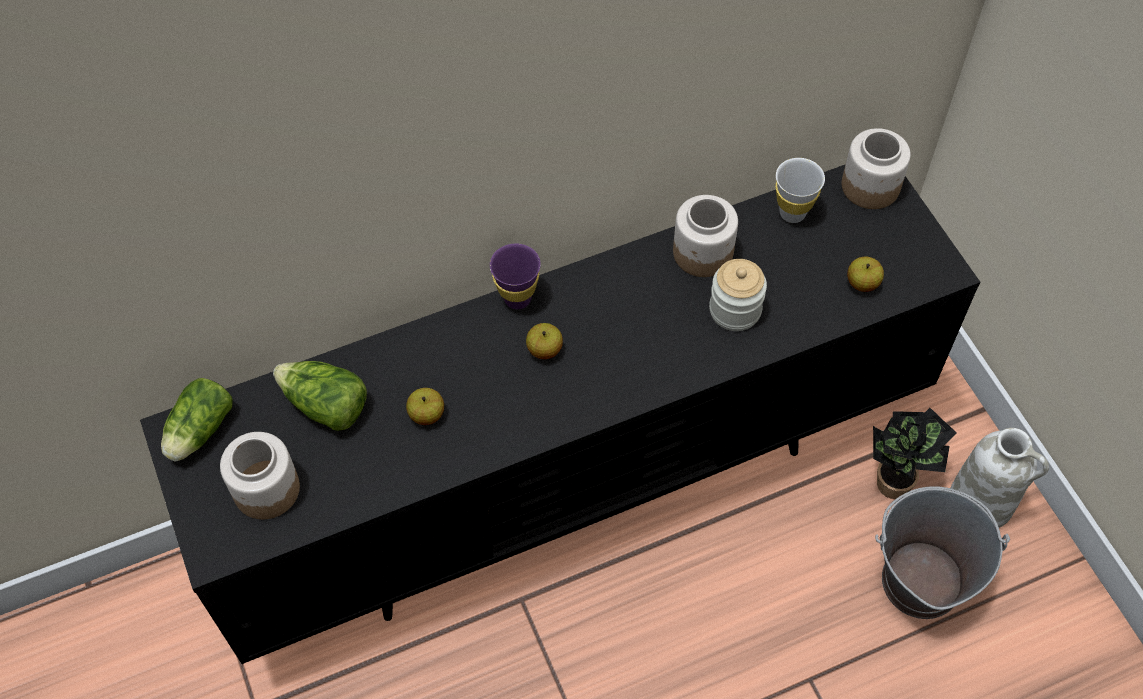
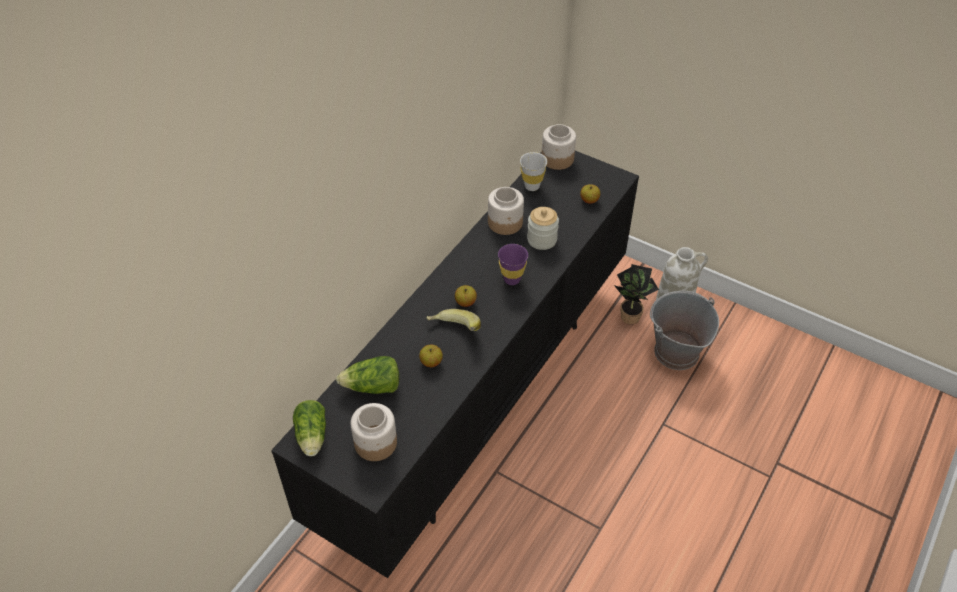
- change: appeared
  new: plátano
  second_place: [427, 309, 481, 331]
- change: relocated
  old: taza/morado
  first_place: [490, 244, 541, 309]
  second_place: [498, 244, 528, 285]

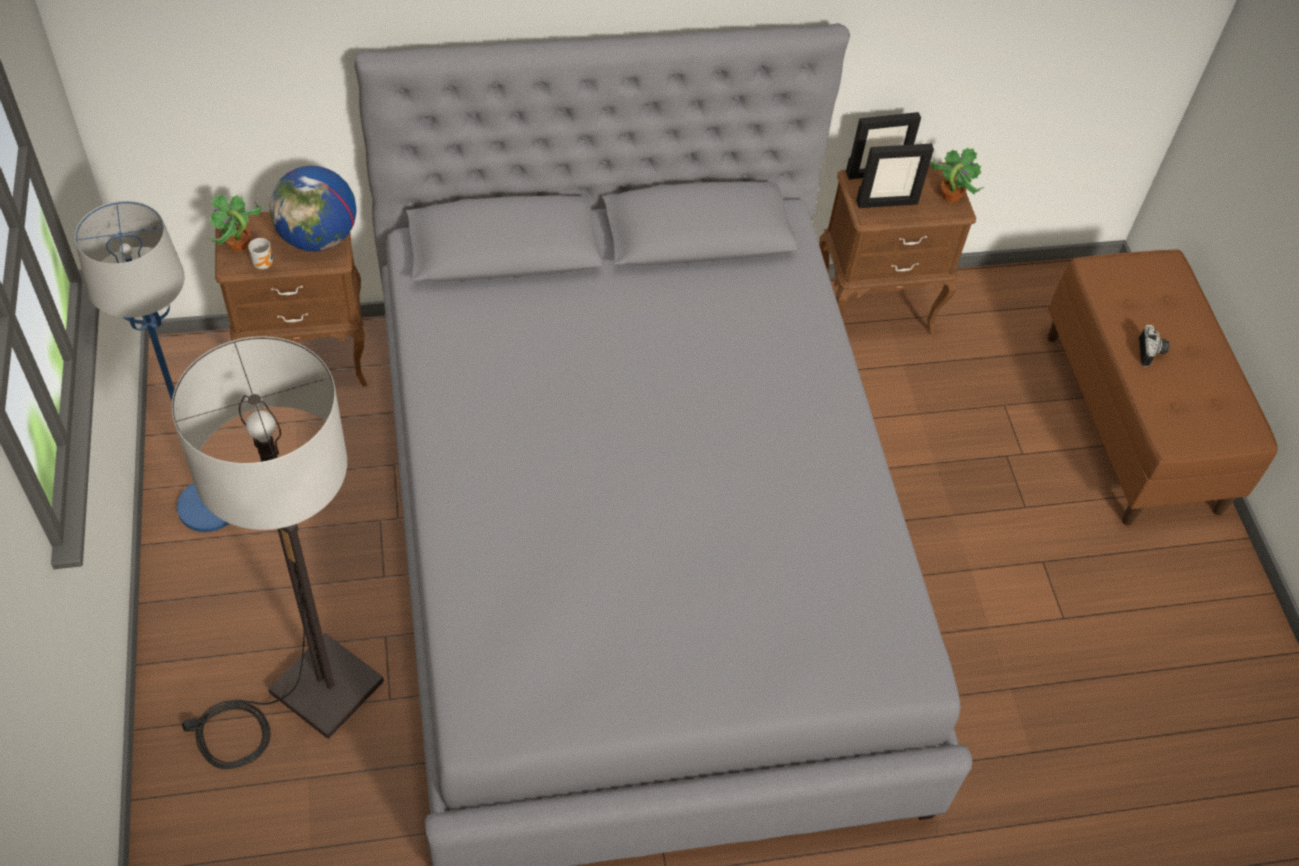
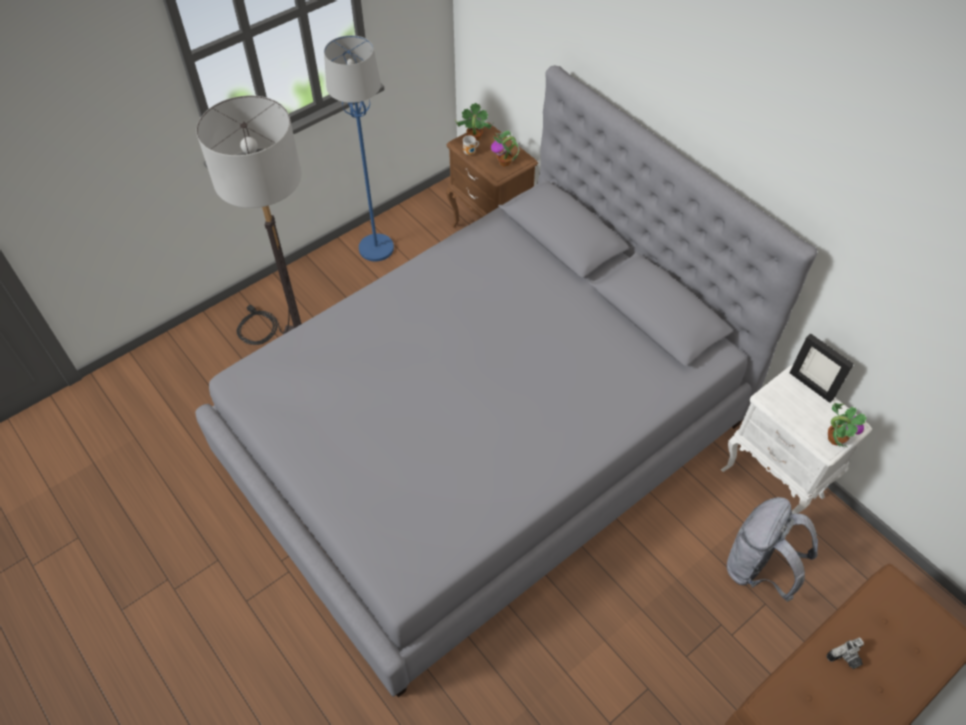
- change: missing
  old: portarretratos
  first_place: [856, 144, 934, 208]
- change: appeared
  new: mochila/gris
  second_place: [727, 497, 818, 602]
- change: exchanged
  old: globo terráqueo
  new: planta en maceta
  first_place: [269, 166, 357, 252]
  second_place: [491, 130, 520, 166]
- change: colour
  old: mesita de noche/marrón
  new: mesita de noche/blanco
  first_place: [819, 162, 976, 335]
  second_place: [721, 365, 872, 514]

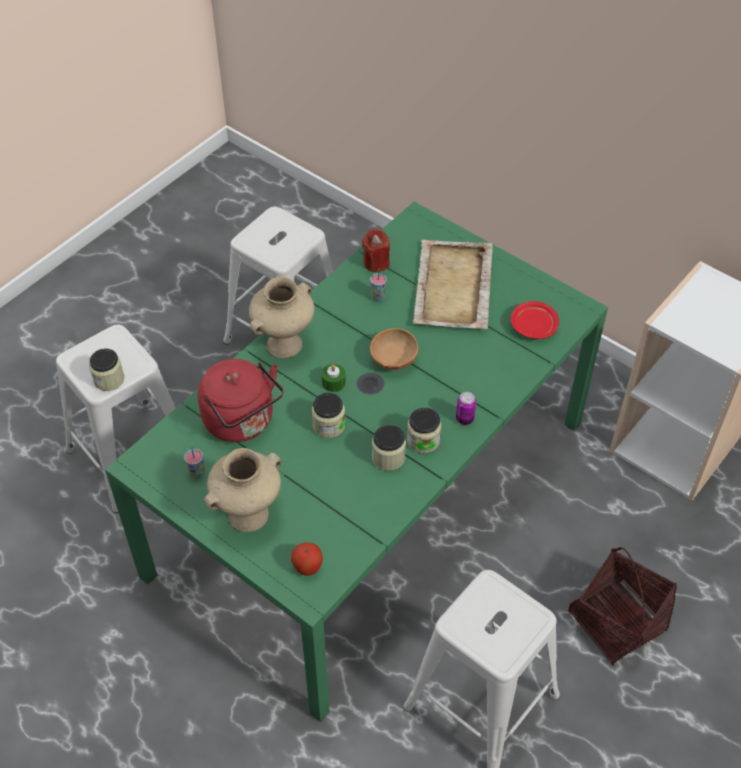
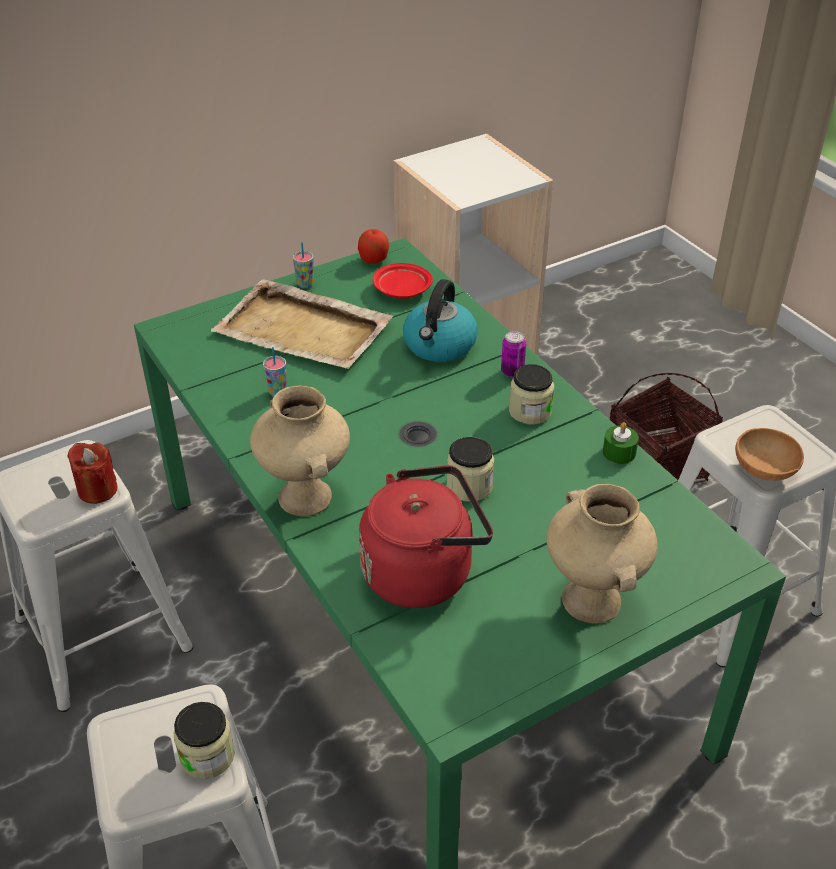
- change: missing
  old: tarro
  first_place: [372, 425, 406, 471]
- change: appeared
  new: hervidor
  second_place: [403, 279, 478, 362]
- change: relocated
  old: taza
  first_place: [184, 447, 205, 479]
  second_place: [293, 242, 314, 289]
- change: relocated
  old: manzana
  first_place: [291, 542, 323, 576]
  second_place: [358, 229, 389, 264]
- change: relocated
  old: vela/verde
  first_place: [322, 364, 346, 392]
  second_place: [603, 422, 639, 464]
- change: relocated
  old: vela/rojo
  first_place: [362, 229, 390, 272]
  second_place: [67, 443, 118, 504]
- change: relocated
  old: cuenco/marrón
  first_place: [370, 328, 418, 370]
  second_place: [735, 428, 804, 481]

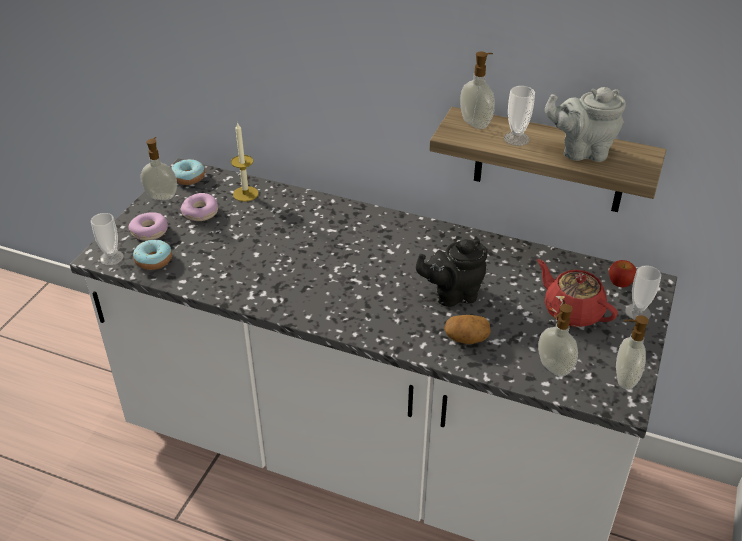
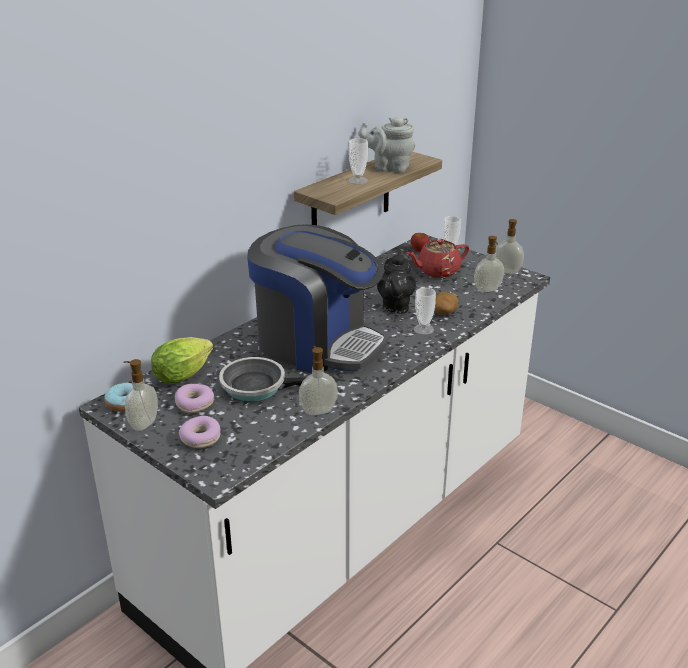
- change: missing
  old: rosquilla
  first_place: [133, 239, 172, 270]
- change: appeared
  new: sartén
  second_place: [219, 357, 334, 402]
- change: appeared
  new: cafetera
  second_place: [247, 224, 388, 373]
- change: relocated
  old: taza
  first_place: [91, 213, 124, 266]
  second_place: [414, 288, 436, 335]
- change: relocated
  old: dispensador de jabón
  first_place: [460, 51, 495, 129]
  second_place: [299, 346, 338, 415]
- change: exchanged
  old: vela
  new: lechuga
  first_place: [231, 122, 259, 202]
  second_place: [151, 337, 213, 384]
- change: spun
  old: tetera/gris
  first_place: [545, 87, 626, 162]
  second_place: [359, 117, 415, 172]
  degrees: 75

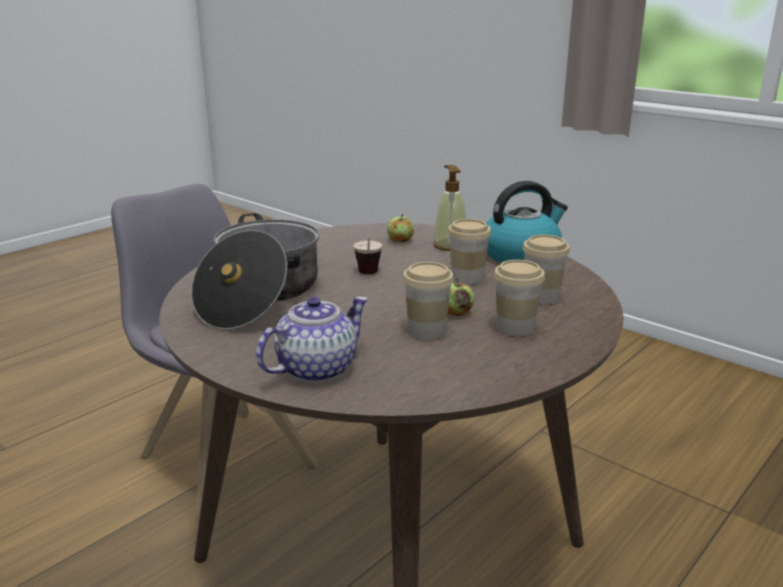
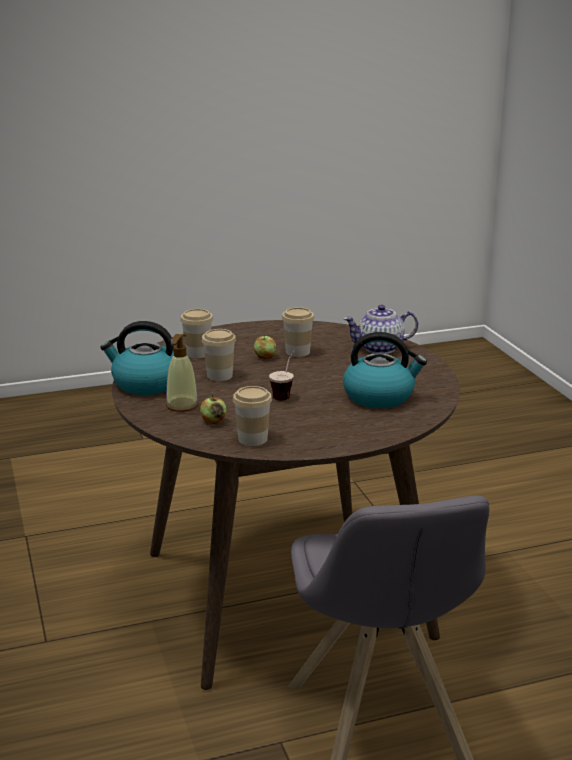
- change: relocated
  old: taza
  first_place: [493, 260, 545, 337]
  second_place: [233, 386, 272, 446]
- change: exchanged
  old: olla
  new: hervidor
  first_place: [191, 213, 319, 330]
  second_place: [343, 332, 427, 408]

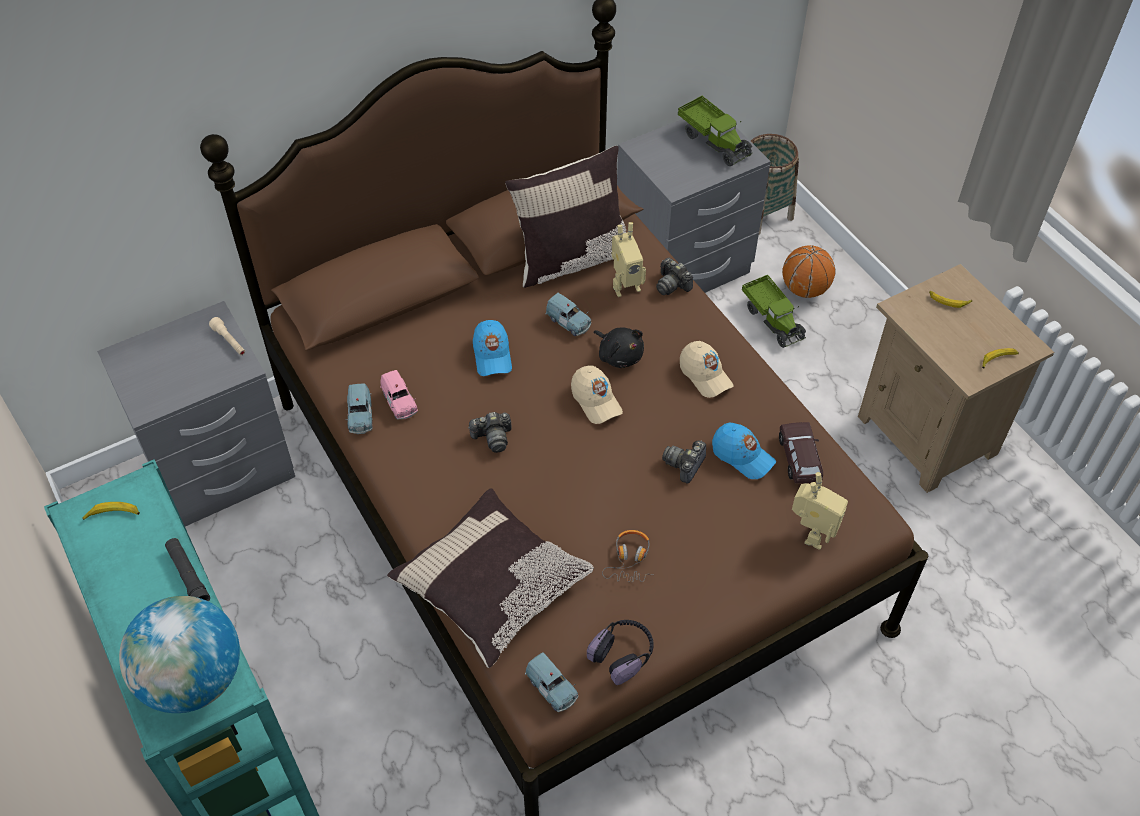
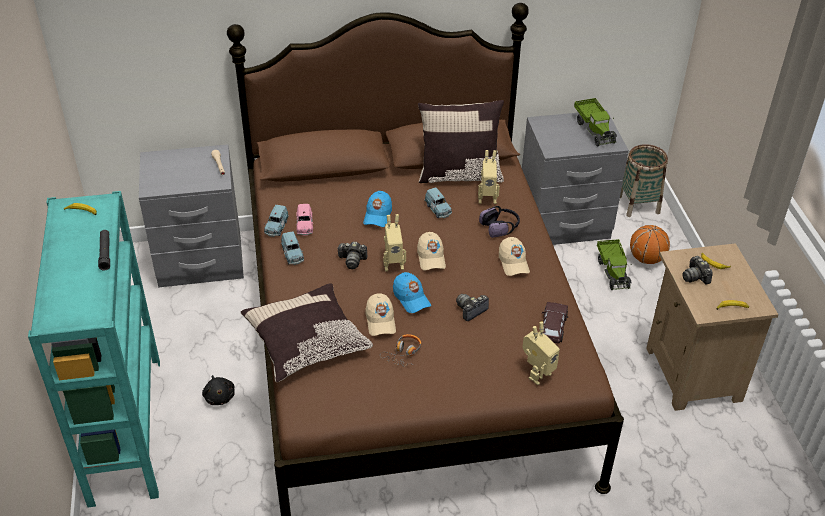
- change: missing
  old: globo terráqueo
  first_place: [119, 596, 240, 713]
- change: appeared
  new: gorra/beis
  second_place: [366, 293, 396, 336]
- change: appeared
  new: robot de juguete
  second_place: [383, 214, 406, 271]
- change: relocated
  old: coche de juguete/azul
  first_place: [525, 652, 578, 712]
  second_place: [281, 232, 304, 265]
- change: relocated
  old: auriculares
  first_place: [587, 620, 654, 685]
  second_place: [479, 206, 520, 238]
- change: relocated
  old: peluche/negro
  first_place: [593, 327, 644, 368]
  second_place: [202, 375, 235, 405]
- change: relocated
  old: cámara
  first_place: [656, 258, 693, 295]
  second_place: [682, 256, 713, 284]
- change: relocated
  old: gorra/azul
  first_place: [712, 422, 776, 479]
  second_place: [393, 272, 431, 313]

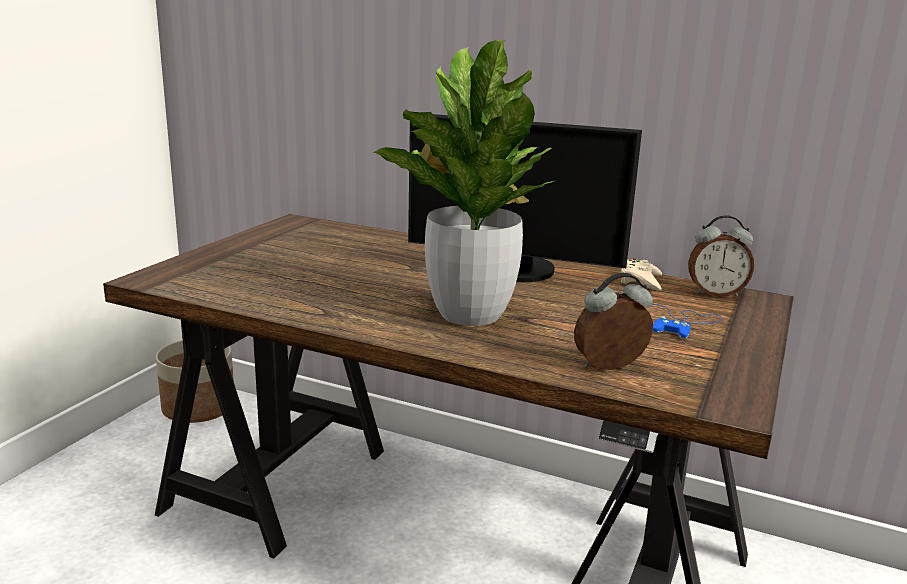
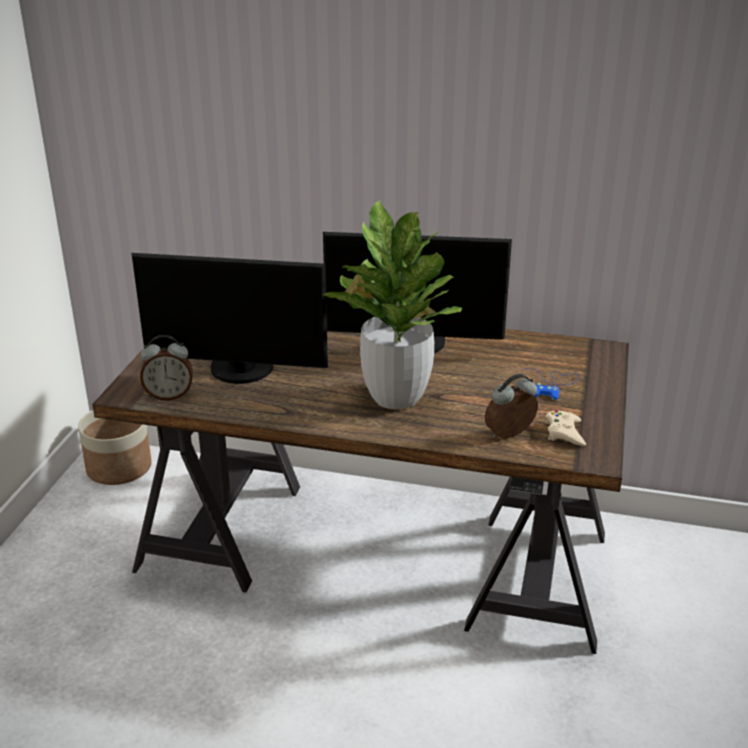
- change: appeared
  new: monitor
  second_place: [131, 253, 328, 384]
- change: relocated
  old: mando de consola/beis
  first_place: [621, 259, 662, 291]
  second_place: [546, 410, 586, 446]
- change: relocated
  old: despertador
  first_place: [688, 215, 754, 297]
  second_place: [140, 335, 193, 401]

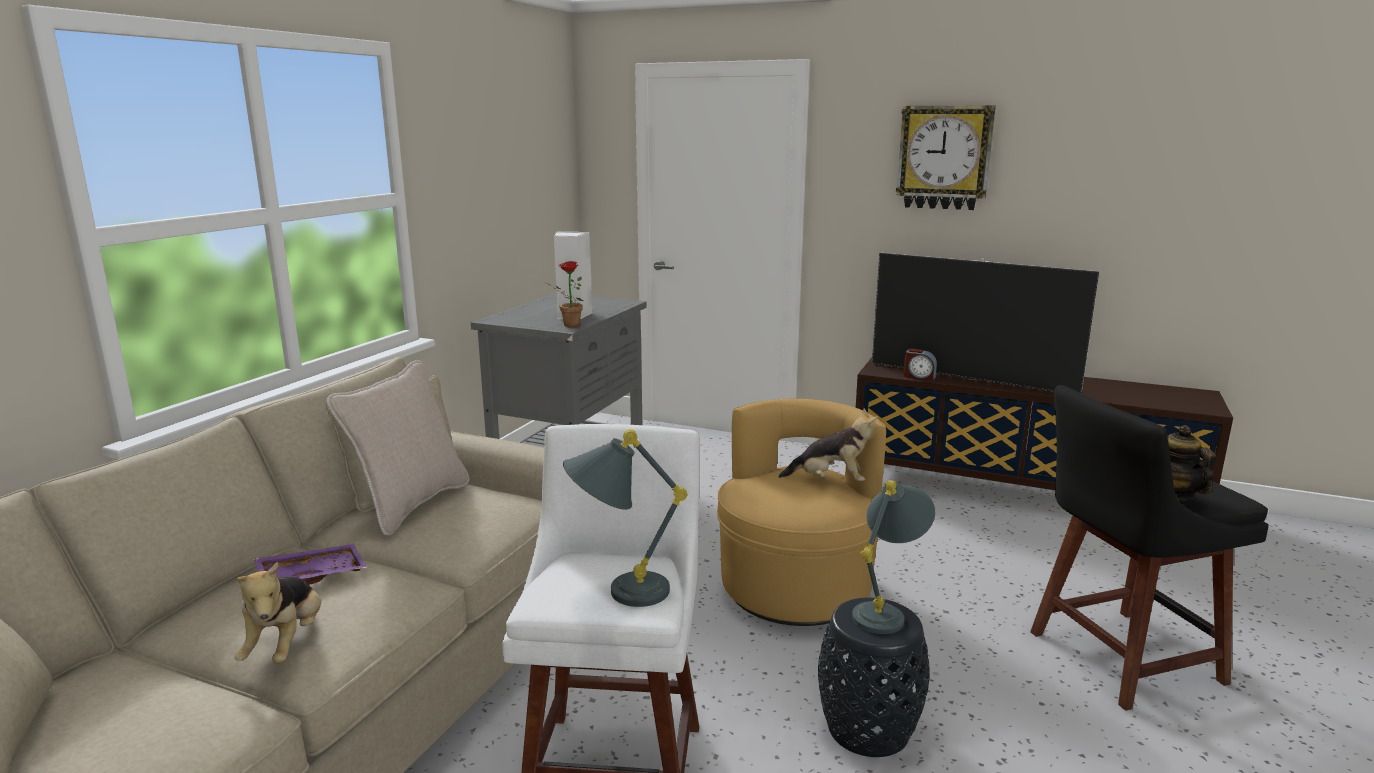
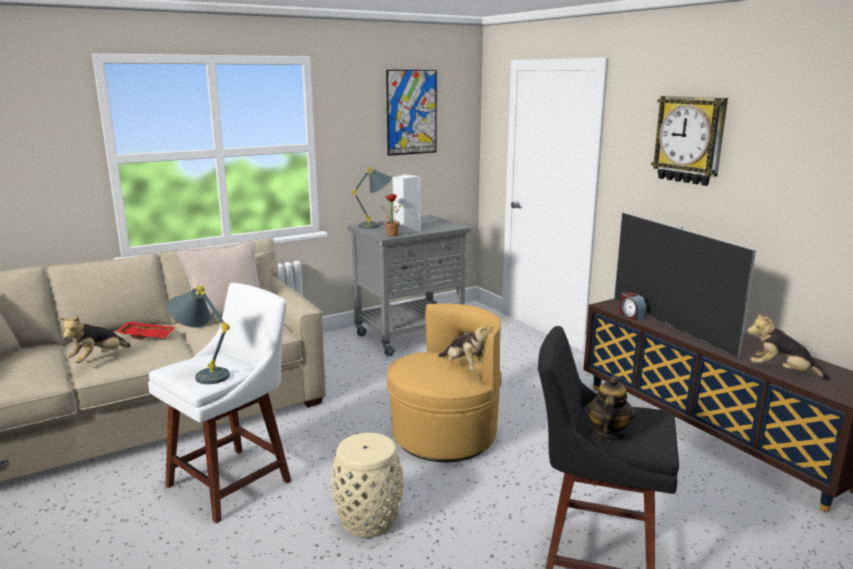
- change: appeared
  new: cuadro
  second_place: [386, 70, 437, 156]
- change: appeared
  new: peluche
  second_place: [747, 312, 830, 381]
- change: relocated
  old: lámpara de mesa/gris
  first_place: [852, 480, 935, 634]
  second_place: [352, 167, 392, 229]
- change: colour
  old: bandeja/morado
  new: bandeja/rojo
  first_place: [254, 544, 368, 585]
  second_place: [116, 321, 175, 339]
- change: colour
  old: taburete/negro
  new: taburete/beis
  first_place: [818, 597, 930, 757]
  second_place: [331, 433, 403, 538]

